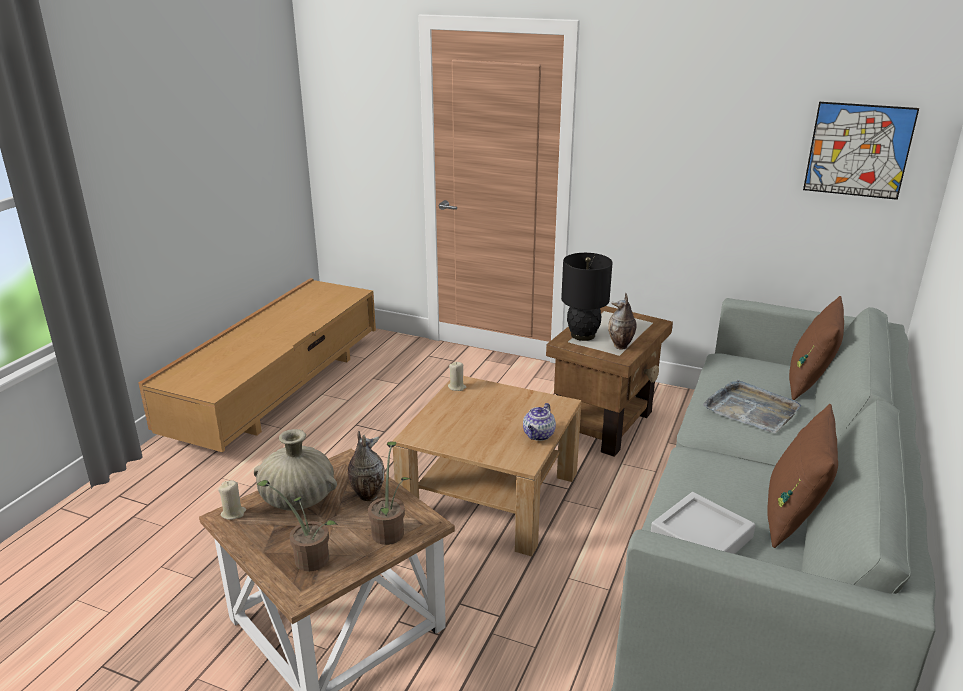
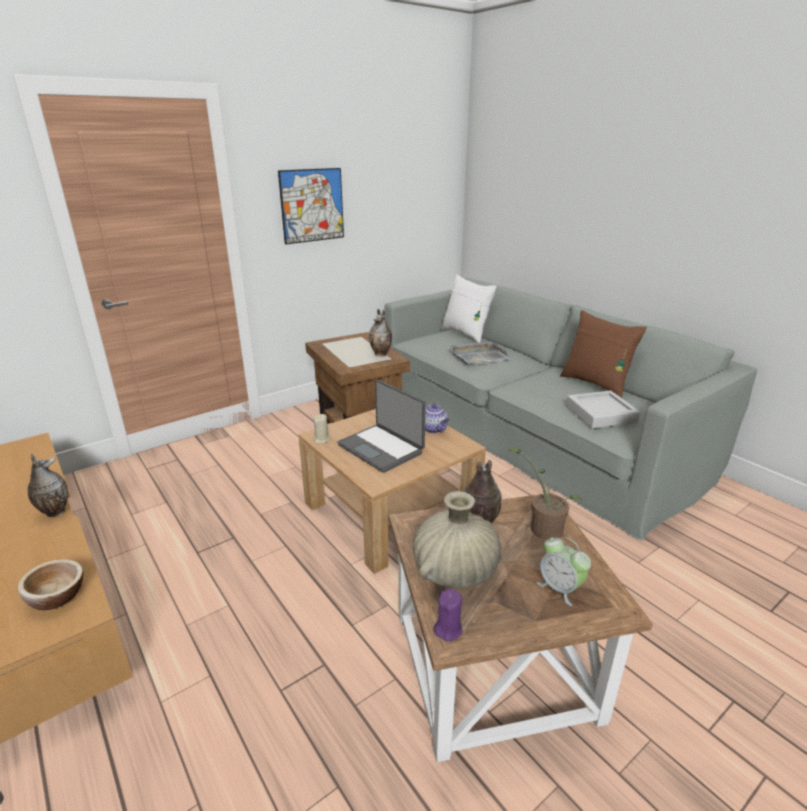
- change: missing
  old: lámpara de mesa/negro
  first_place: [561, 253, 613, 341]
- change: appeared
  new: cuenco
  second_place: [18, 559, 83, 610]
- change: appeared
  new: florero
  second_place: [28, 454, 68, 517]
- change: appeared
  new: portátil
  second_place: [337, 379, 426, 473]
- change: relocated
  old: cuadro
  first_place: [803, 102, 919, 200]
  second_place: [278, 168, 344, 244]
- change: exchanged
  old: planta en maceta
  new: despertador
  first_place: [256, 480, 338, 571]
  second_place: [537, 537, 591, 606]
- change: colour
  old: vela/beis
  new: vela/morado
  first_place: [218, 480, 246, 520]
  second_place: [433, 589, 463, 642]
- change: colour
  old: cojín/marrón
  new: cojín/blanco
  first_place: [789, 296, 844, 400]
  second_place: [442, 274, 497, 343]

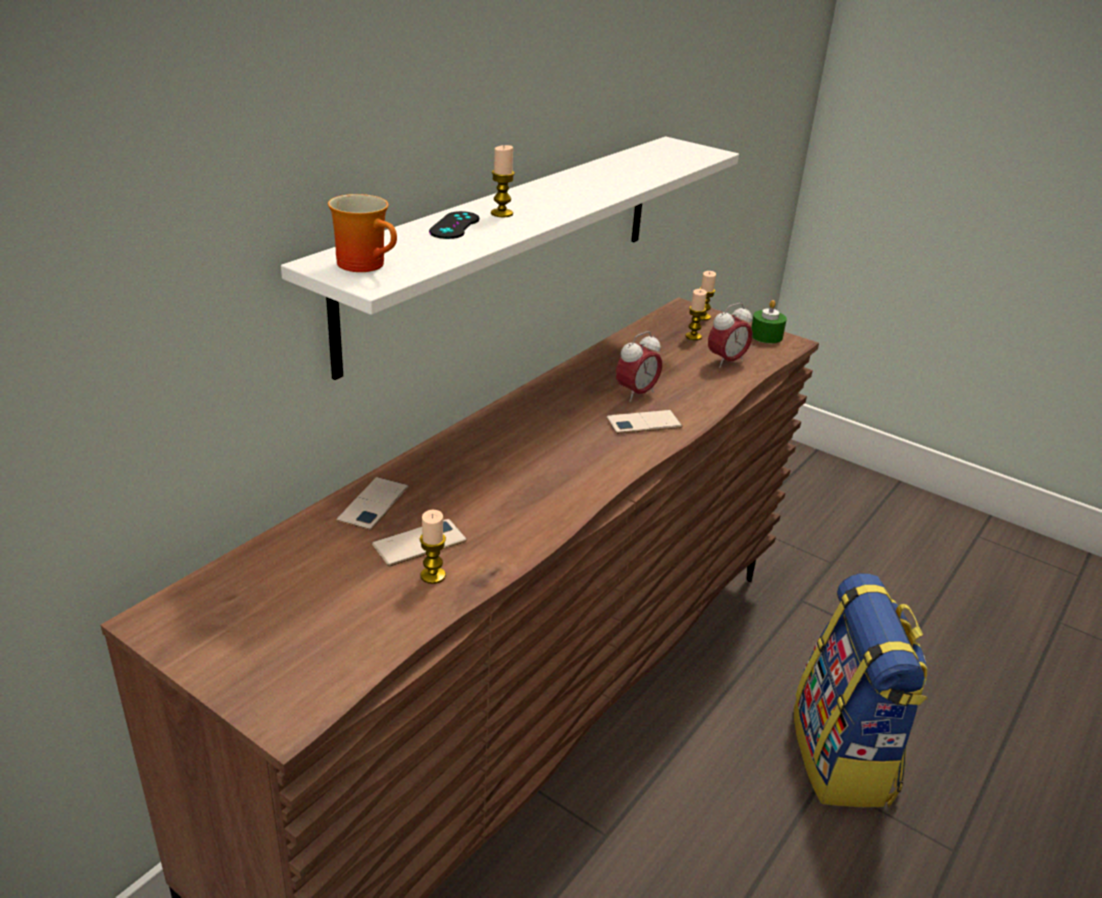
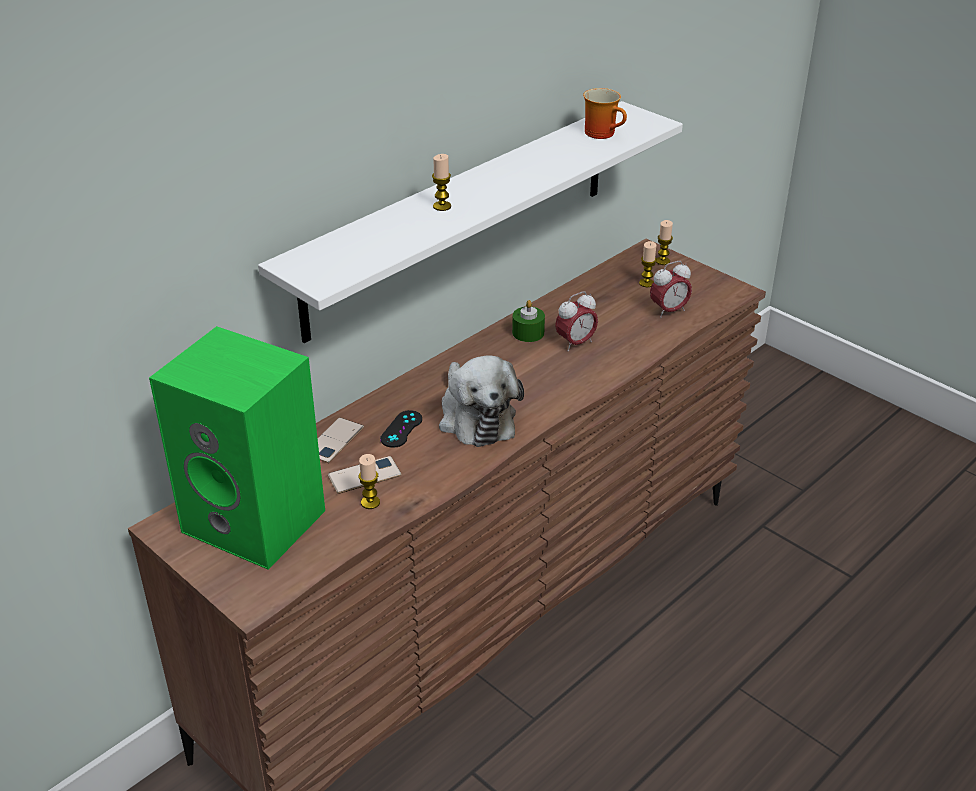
- change: missing
  old: móvil
  first_place: [606, 410, 682, 434]
- change: missing
  old: mochila
  first_place: [794, 573, 928, 807]
- change: appeared
  new: altavoz/verde
  second_place: [149, 326, 325, 570]
- change: appeared
  new: peluche
  second_place: [439, 356, 524, 447]
- change: relocated
  old: taza grande
  first_place: [328, 194, 397, 272]
  second_place: [583, 88, 627, 139]
- change: relocated
  old: mando de consola/negro
  first_place: [429, 211, 479, 239]
  second_place: [380, 410, 422, 448]
- change: relocated
  old: vela/verde
  first_place: [751, 300, 787, 343]
  second_place: [512, 300, 545, 342]

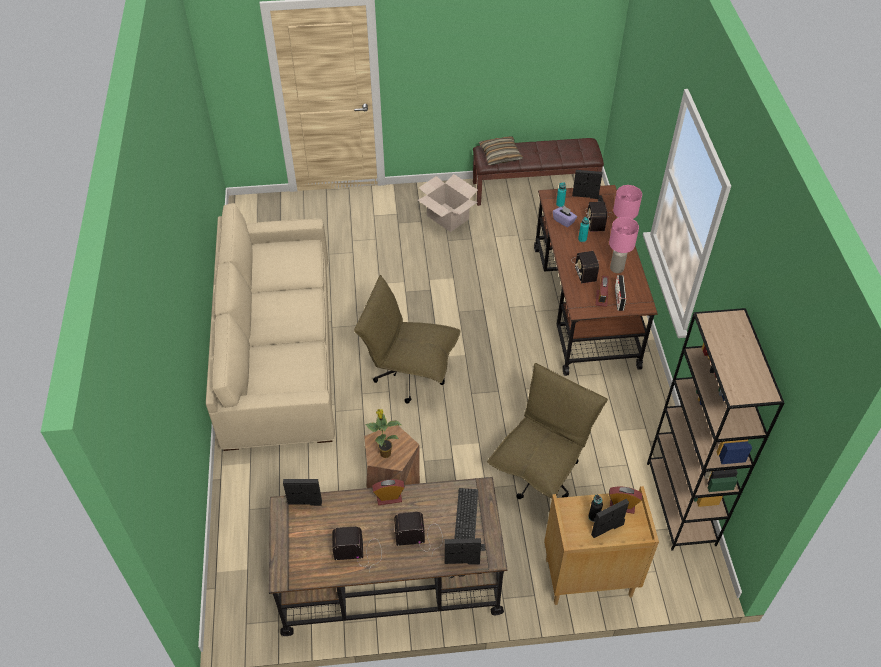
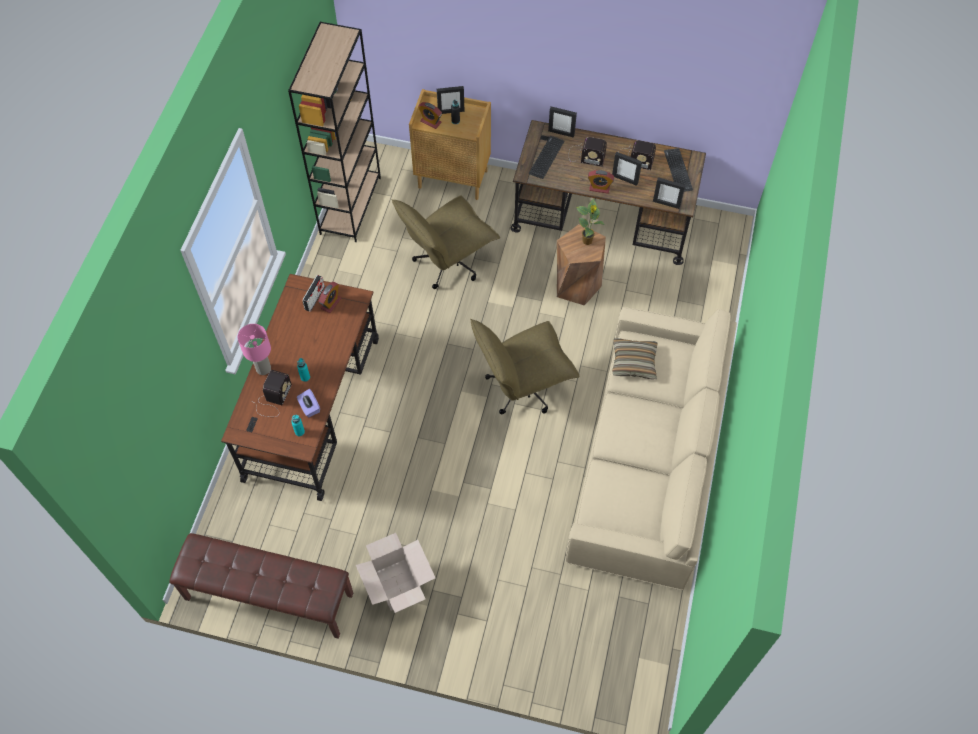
- change: missing
  old: radio
  first_place: [571, 251, 600, 283]
- change: missing
  old: lámpara de mesa/rosa
  first_place: [609, 217, 639, 273]
- change: appeared
  new: teclado
  second_place: [664, 148, 693, 192]
- change: relocated
  old: cojín
  first_place: [479, 136, 523, 165]
  second_place: [612, 338, 658, 379]
- change: relocated
  old: portarretratos
  first_place: [572, 170, 602, 199]
  second_place: [612, 152, 642, 186]
- change: spun
  old: silla de oficina/beis
  first_place: [354, 275, 460, 404]
  second_place: [470, 319, 580, 414]
  degrees: 120

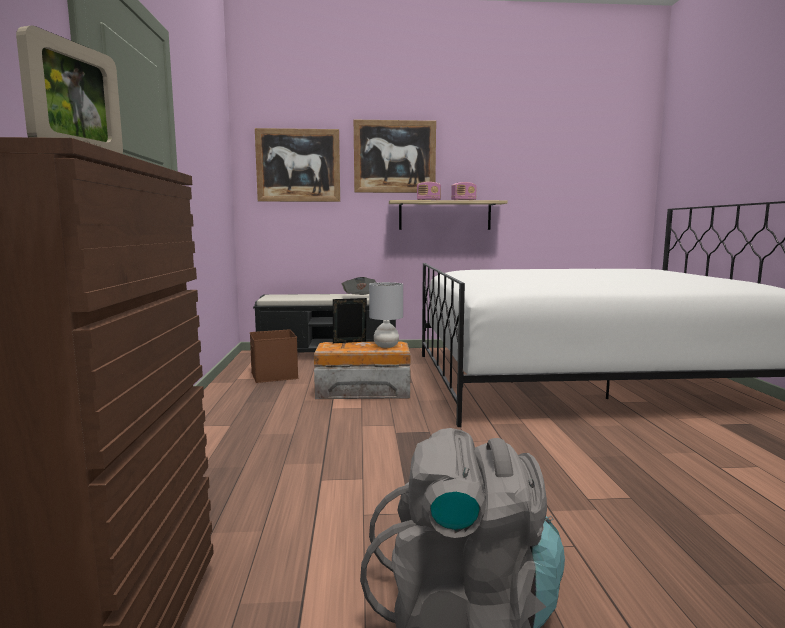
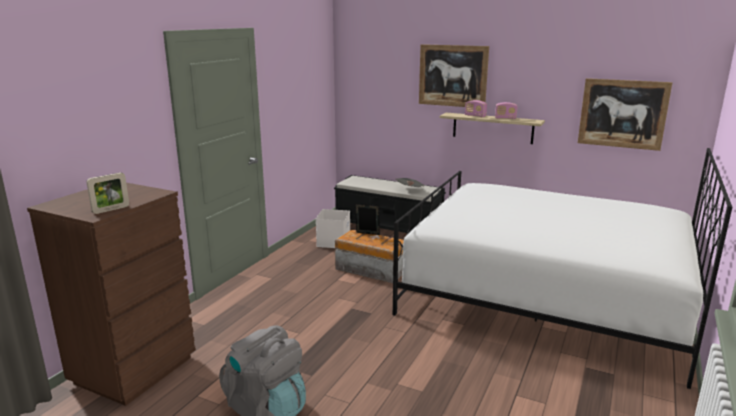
- change: missing
  old: lámpara de mesa/gris
  first_place: [369, 282, 403, 348]
- change: relocated
  old: cuadro
  first_place: [255, 128, 340, 202]
  second_place: [578, 78, 672, 151]
- change: colour
  old: caja de almacenaje/marrón
  new: caja de almacenaje/blanco
  first_place: [250, 330, 298, 383]
  second_place: [316, 209, 350, 248]

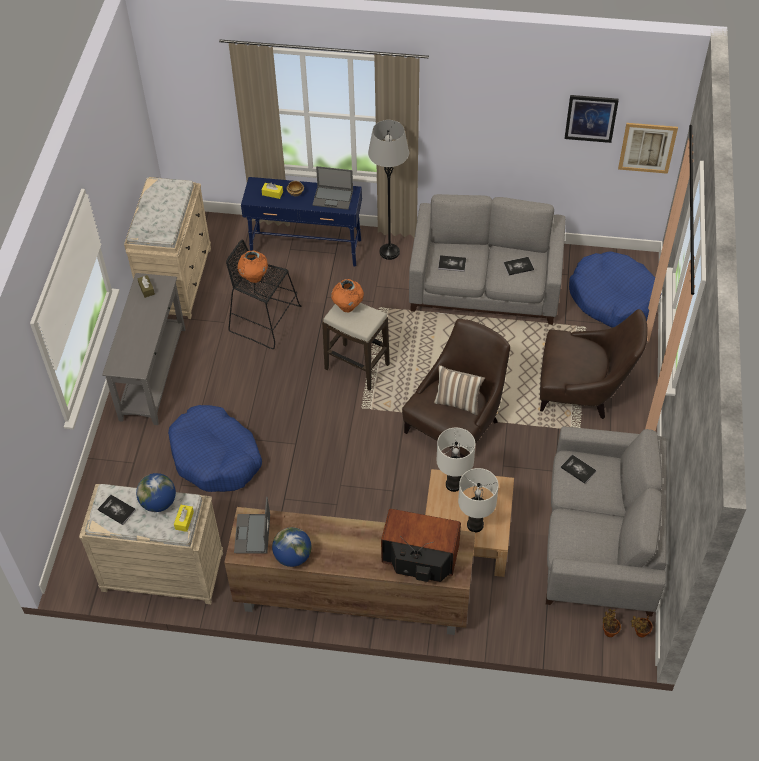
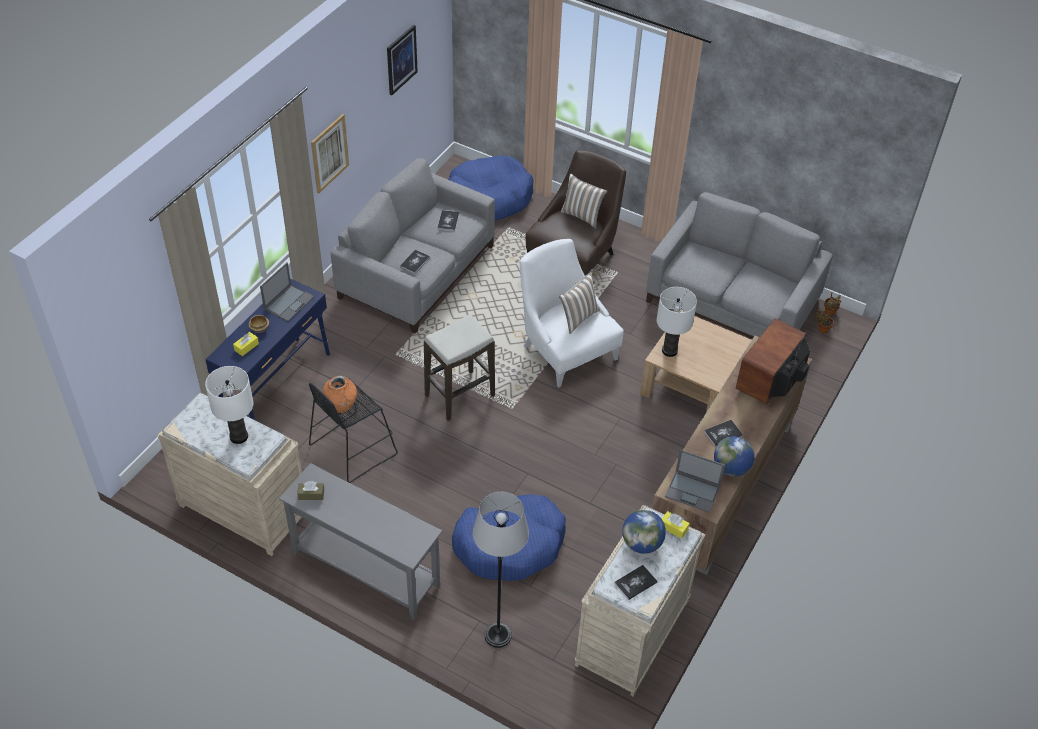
- change: missing
  old: florero/naranja
  first_place: [331, 279, 364, 312]
- change: appeared
  new: cojín
  second_place: [561, 173, 607, 229]
- change: relocated
  old: lámpara de pie/gris
  first_place: [368, 120, 409, 260]
  second_place: [473, 492, 529, 648]
- change: relocated
  old: lámpara de mesa/blanco
  first_place: [458, 468, 499, 532]
  second_place: [205, 366, 254, 444]
- change: relocated
  old: libro
  first_place: [561, 454, 597, 484]
  second_place: [704, 420, 743, 446]
- change: relocated
  old: cuadro
  first_place: [618, 123, 678, 174]
  second_place: [311, 114, 349, 194]
- change: colour
  old: sillón/marrón
  new: sillón/blanco
  first_place: [402, 319, 510, 458]
  second_place: [520, 239, 624, 388]

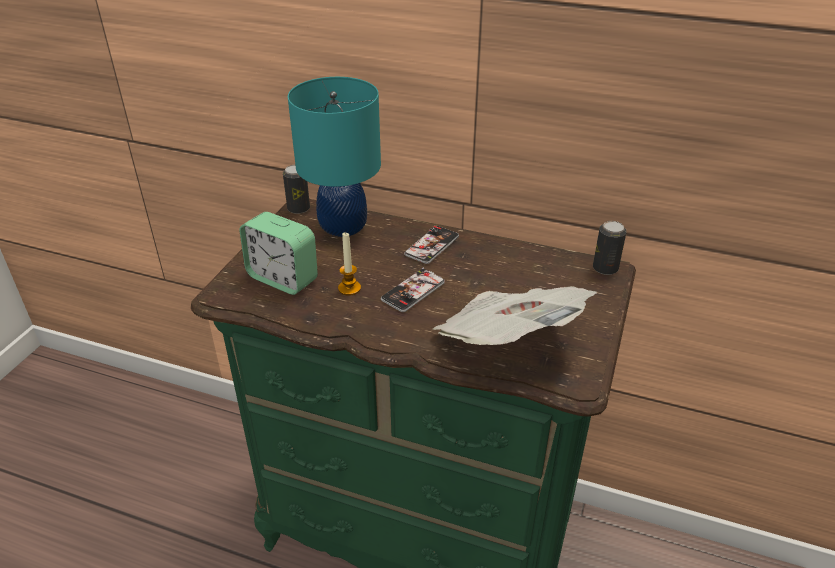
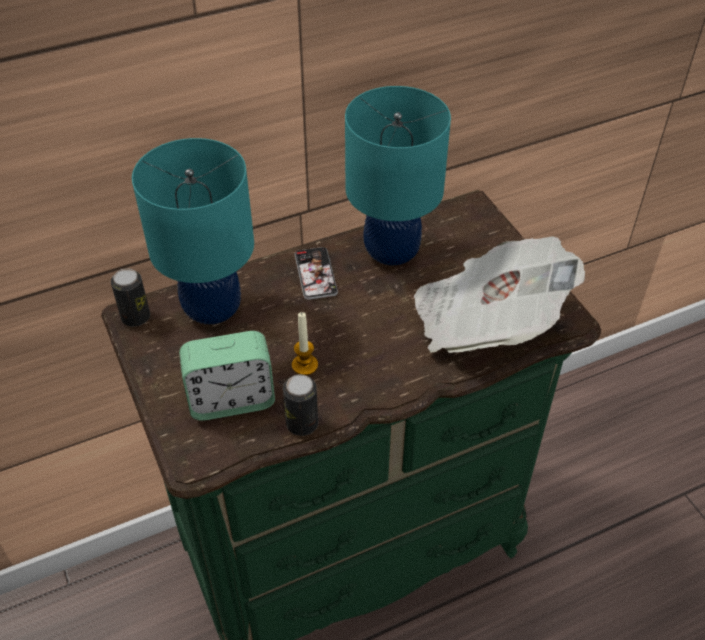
- change: missing
  old: móvil
  first_place: [381, 268, 445, 312]
- change: appeared
  new: lámpara de mesa/turquesa
  second_place: [345, 86, 451, 265]
- change: relocated
  old: lata
  first_place: [593, 221, 627, 275]
  second_place: [283, 374, 318, 436]

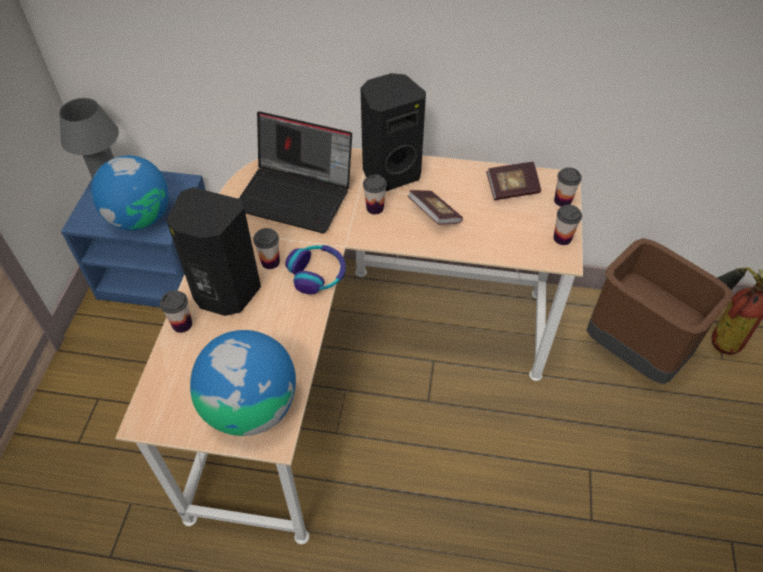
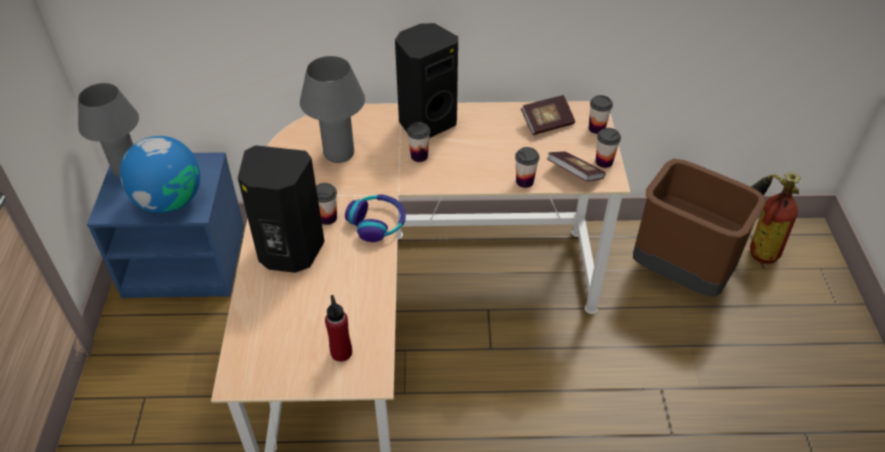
- change: relocated
  old: taza
  first_place: [160, 290, 192, 333]
  second_place: [515, 147, 539, 188]
- change: relocated
  old: libro
  first_place: [408, 190, 463, 225]
  second_place: [546, 152, 606, 182]
- change: exchanged
  old: globo terráqueo
  new: botella/rojo
  first_place: [190, 330, 296, 436]
  second_place: [325, 295, 352, 362]
- change: exchanged
  old: portátil
  new: lámpara de mesa/gris
  first_place: [239, 112, 352, 233]
  second_place: [300, 56, 365, 163]

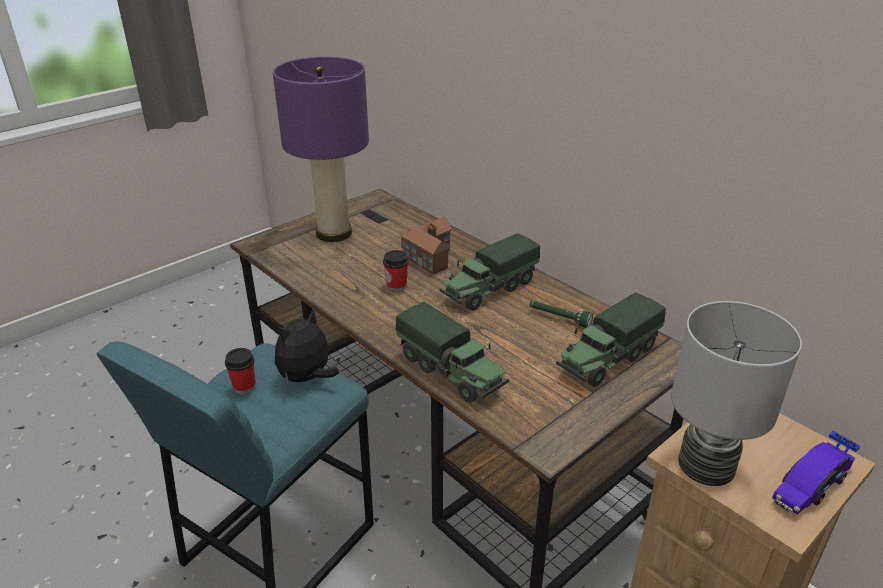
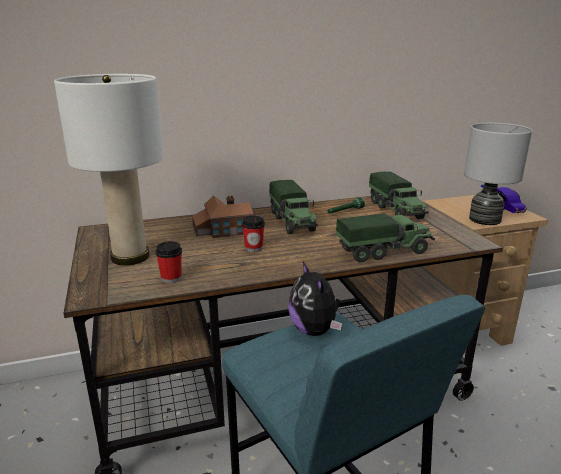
- change: relocated
  old: taza
  first_place: [225, 348, 256, 394]
  second_place: [155, 241, 182, 283]
- change: colour
  old: lámpara de mesa/morado
  new: lámpara de mesa/blanco
  first_place: [273, 57, 369, 242]
  second_place: [54, 74, 164, 265]

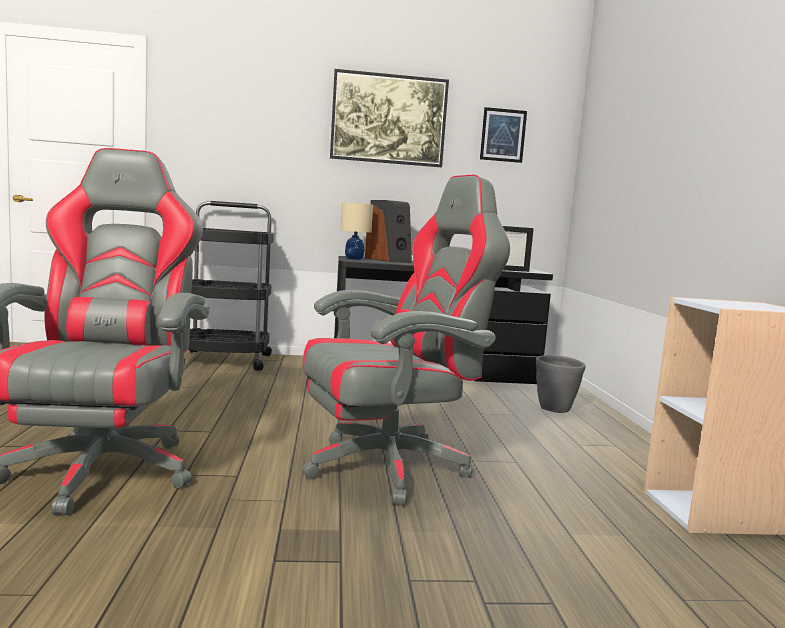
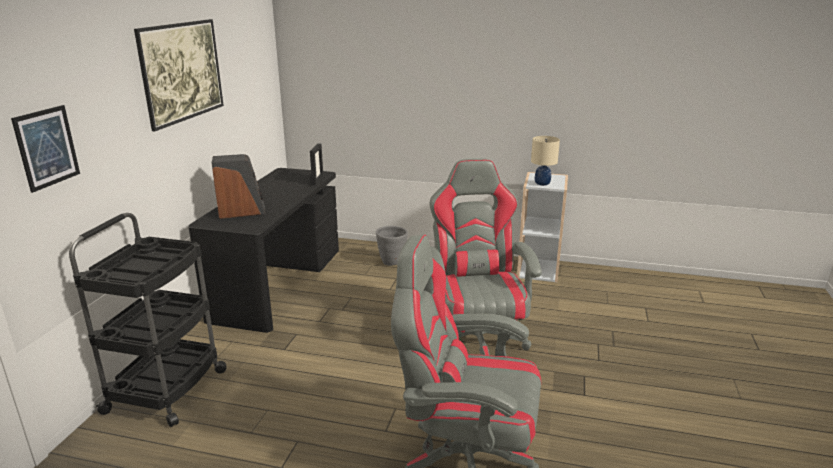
- change: relocated
  old: lámpara de mesa/beis
  first_place: [340, 202, 373, 260]
  second_place: [531, 136, 560, 186]
- change: relocated
  old: cuadro
  first_place: [480, 107, 527, 163]
  second_place: [11, 105, 80, 193]

